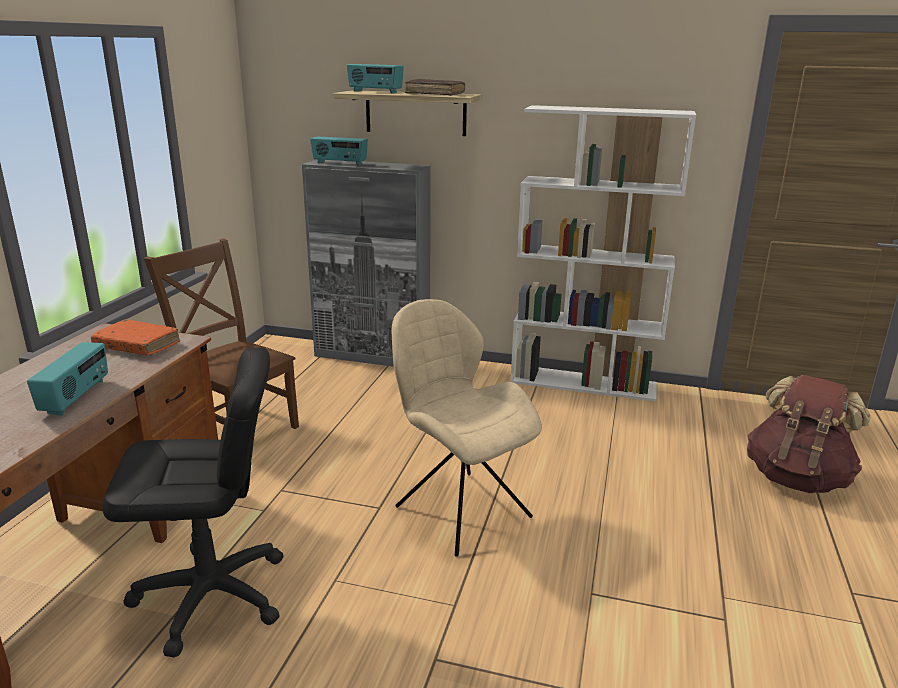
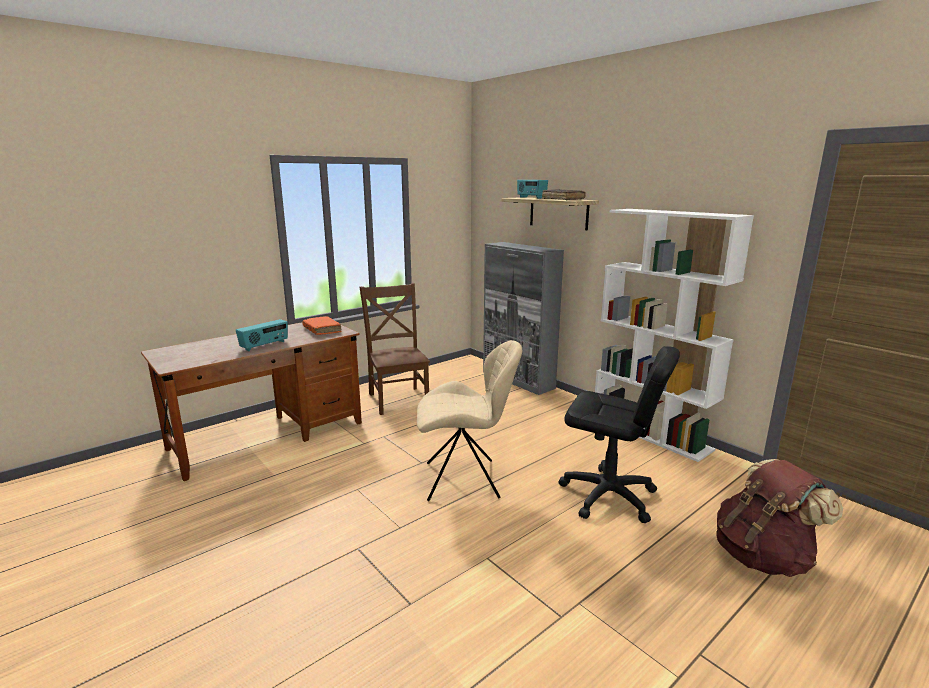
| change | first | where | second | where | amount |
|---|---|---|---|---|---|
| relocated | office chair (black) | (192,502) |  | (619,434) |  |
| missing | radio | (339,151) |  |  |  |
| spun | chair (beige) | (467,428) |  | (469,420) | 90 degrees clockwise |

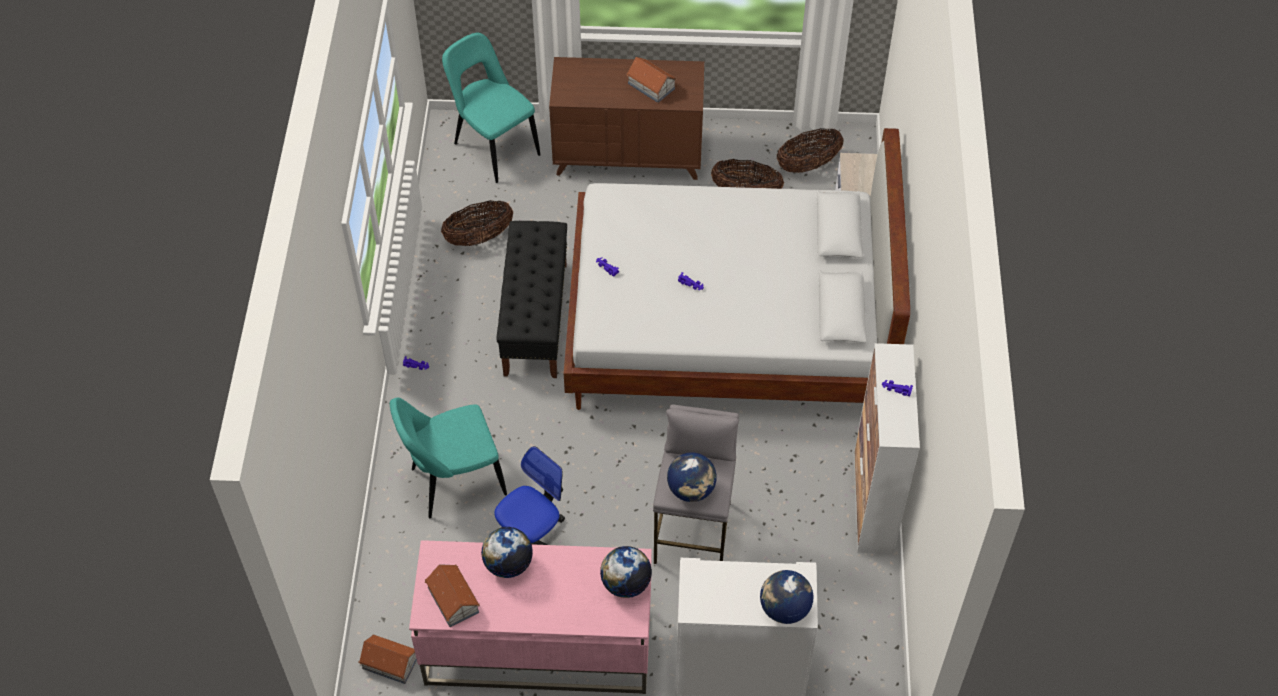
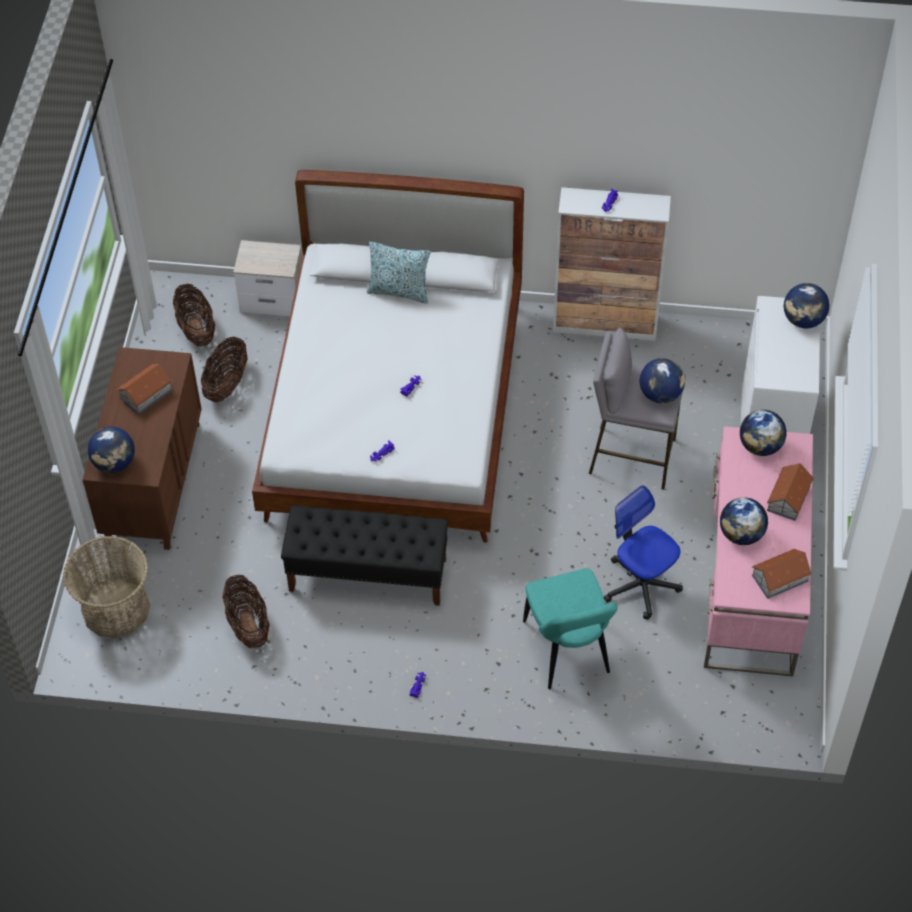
| change | first | where | second | where | amount |
|---|---|---|---|---|---|
| relocated | toy house | (387,659) |  | (790,492) |  |
| exchanged | chair (turquoise) | (491,108) | basket | (106,587) |  |
| appeared |  |  | globe | (111,450) |  |
| appeared |  |  | pillow | (399,273) |  |

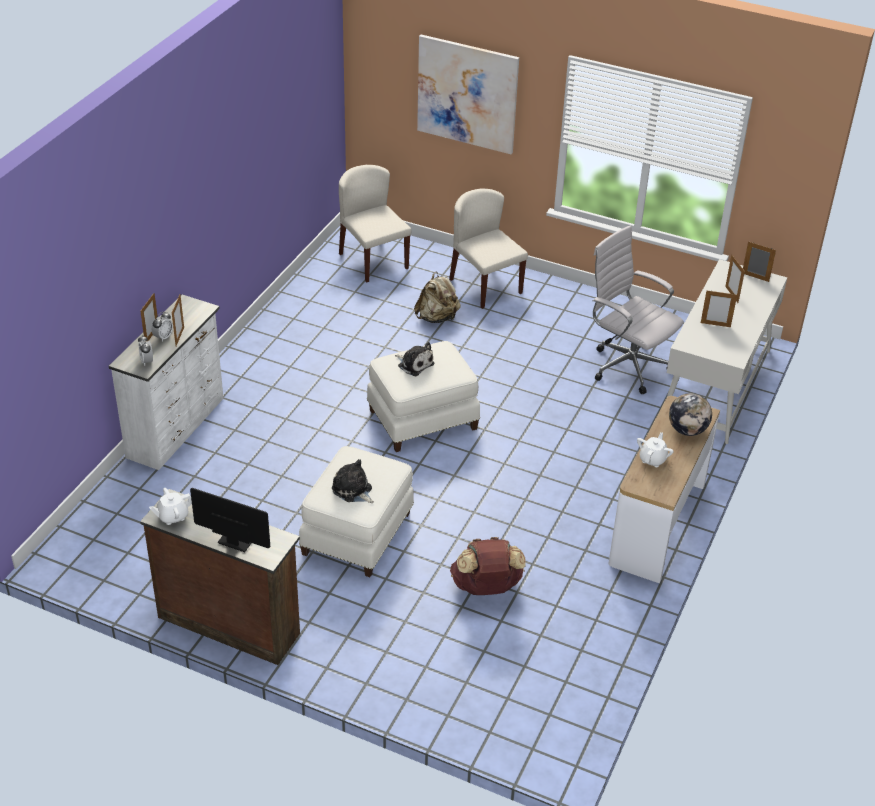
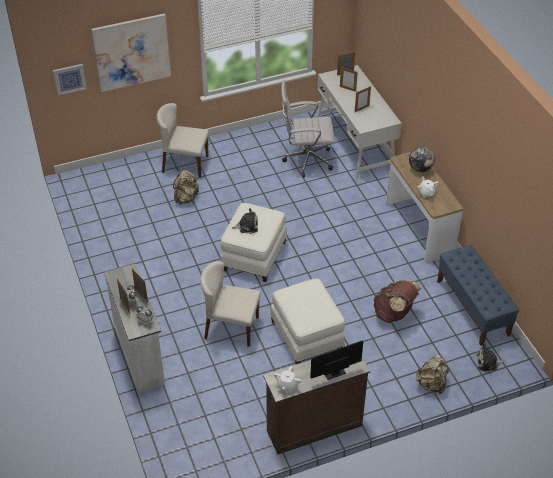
| change | first | where | second | where | amount |
|---|---|---|---|---|---|
| relocated | plush toy | (353,481) |  | (490,358) |  |
| relocated | chair (beige) | (375,223) |  | (230,304) |  |
| appeared |  |  | picture | (70,80) |  |
| appeared |  |  | backpack (beige) | (432,374) |  |
| appeared |  |  | bench (blue) | (478,295) |  |

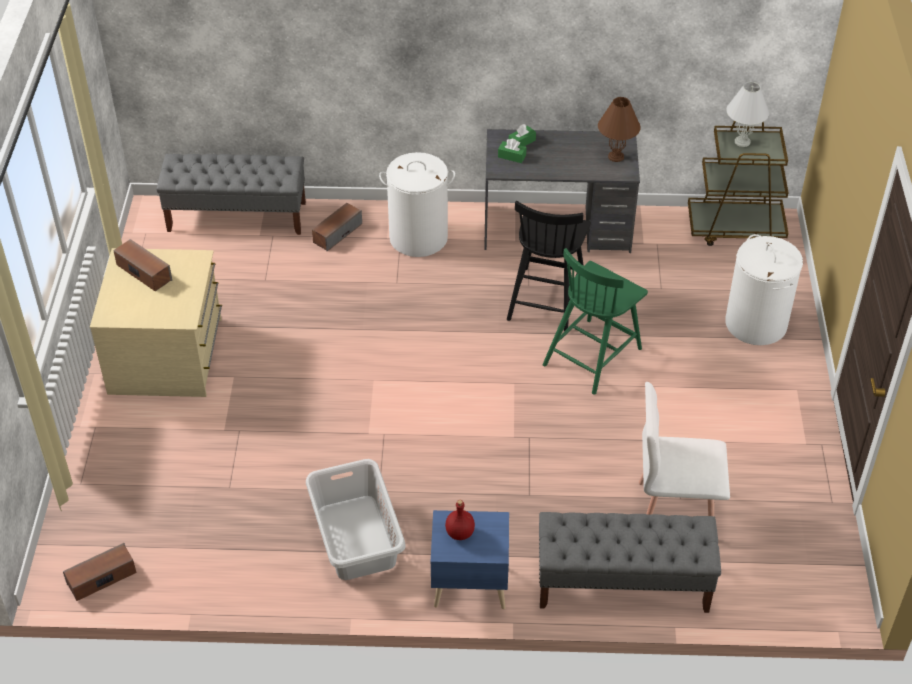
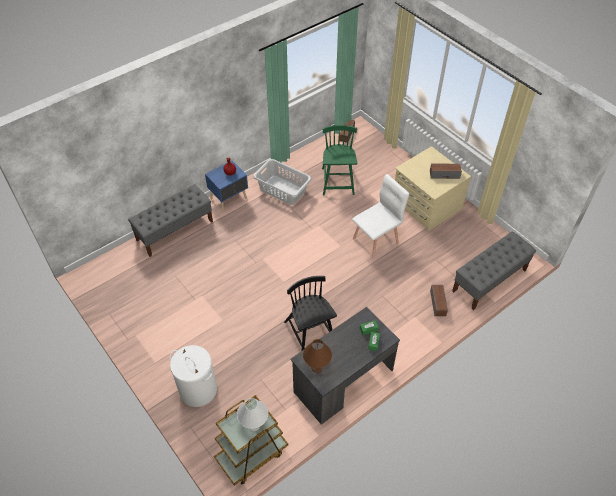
| change | first | where | second | where | amount |
|---|---|---|---|---|---|
| missing | laundry basket (white) | (417,204) |  |  |  |
| relocated | chair (green) | (595,321) |  | (339,160) |  |
| relocated | chair (white) | (684,449) |  | (380,216) |  |

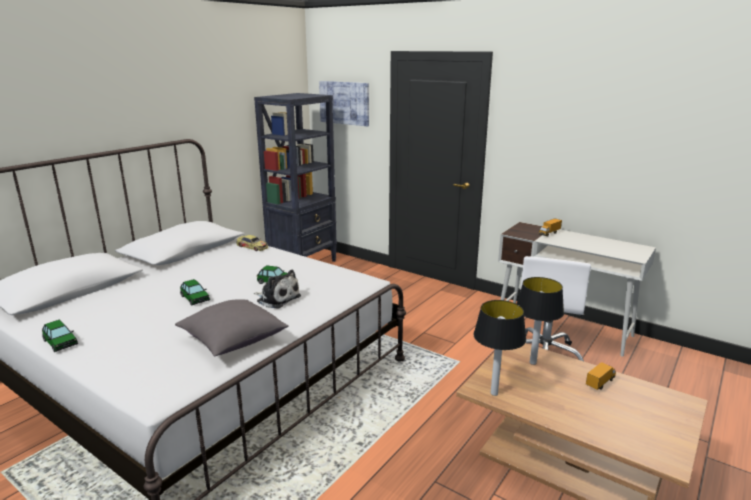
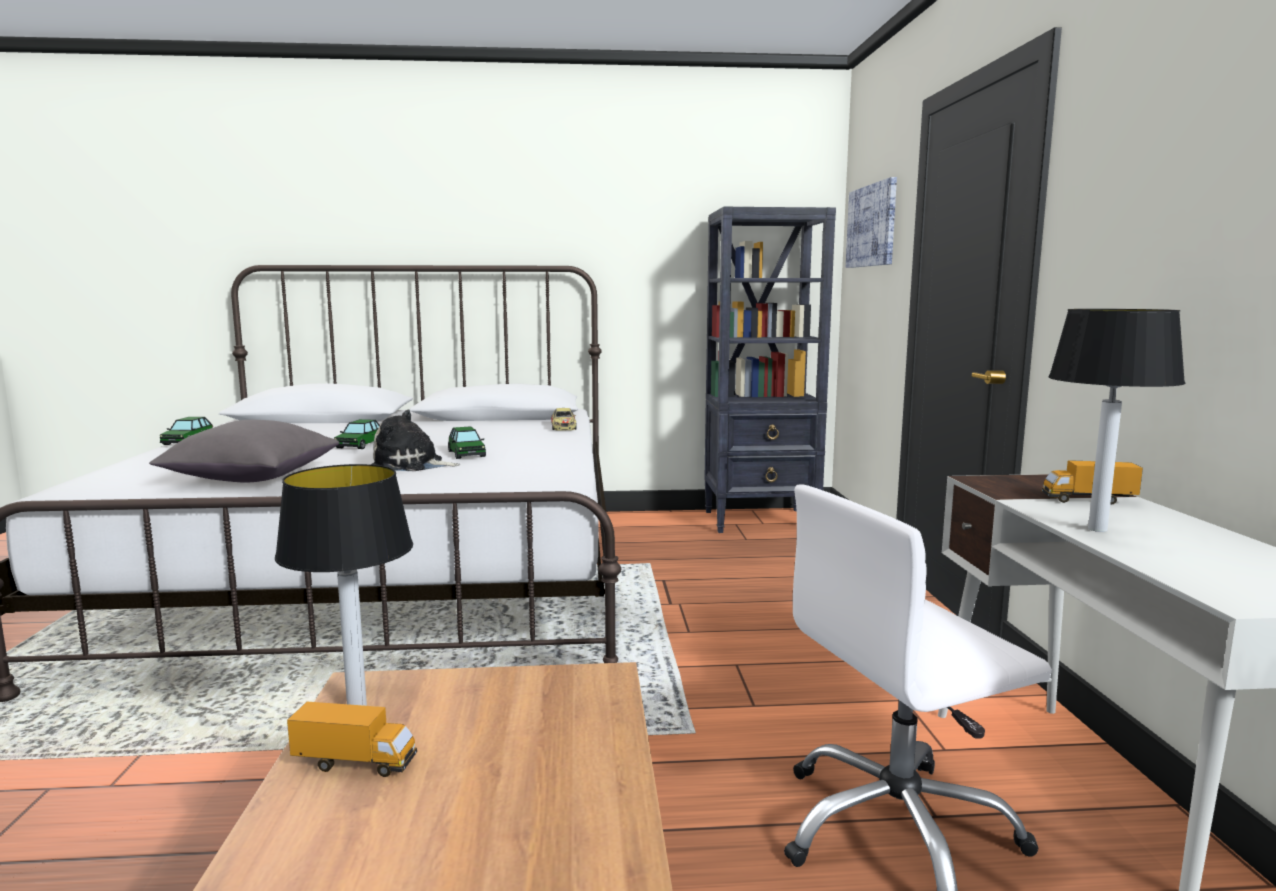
| change | first | where | second | where | amount |
|---|---|---|---|---|---|
| spun | plush toy | (277,289) |  | (415,440) | 105 degrees clockwise |
| relocated | table lamp | (540,321) |  | (1117,420) |  |
| relocated | toy truck | (601,376) |  | (352,739) |  |

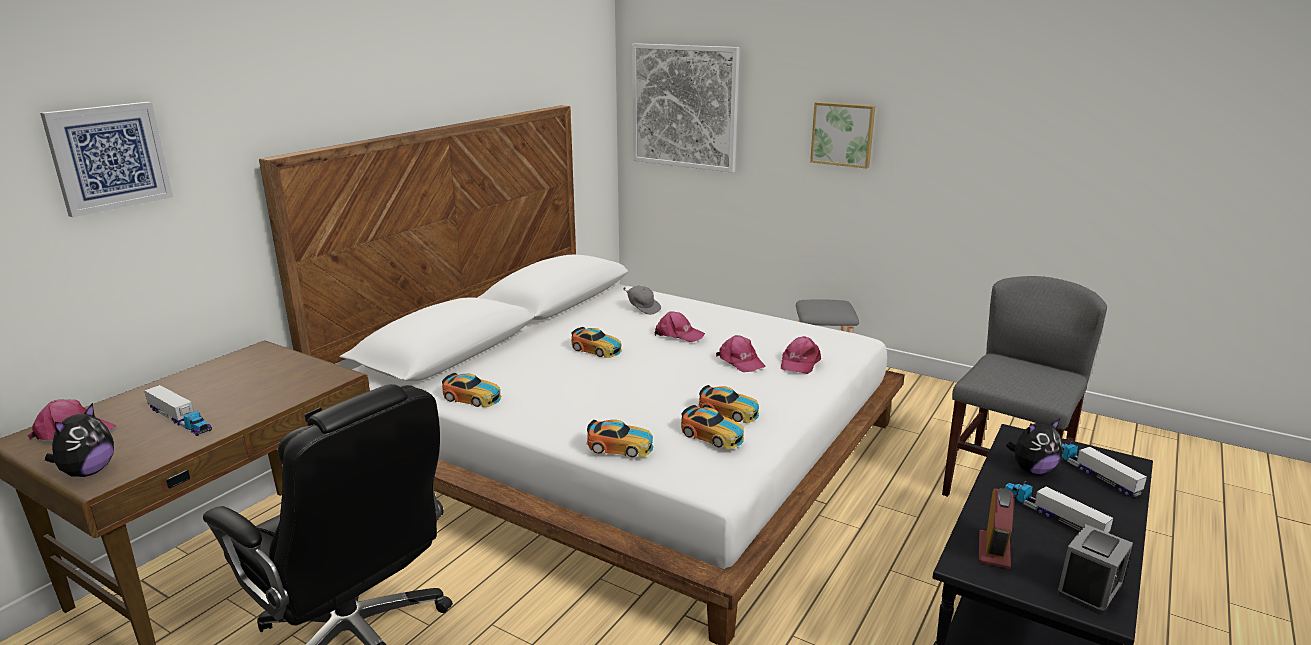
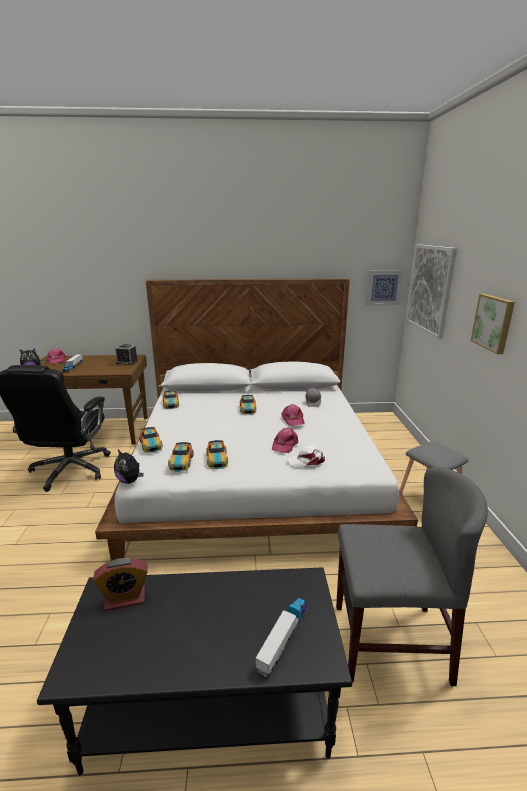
| change | first | where | second | where | amount |
|---|---|---|---|---|---|
| relocated | picture | (106,159) |  | (385,287) |  |
| colour | cap (pink) | (801,355) | cap (white) | (306,456) |  |
| missing | toy truck | (1059,507) |  |  |  |
| relocated | plush toy | (1034,446) |  | (129,467) |  |
| relocated | alarm clock | (1095,569) |  | (126,354) |  |

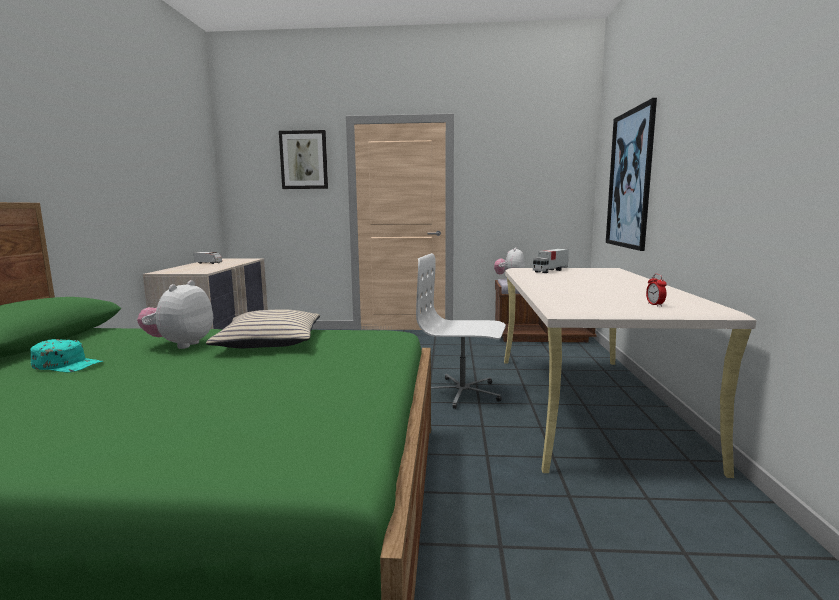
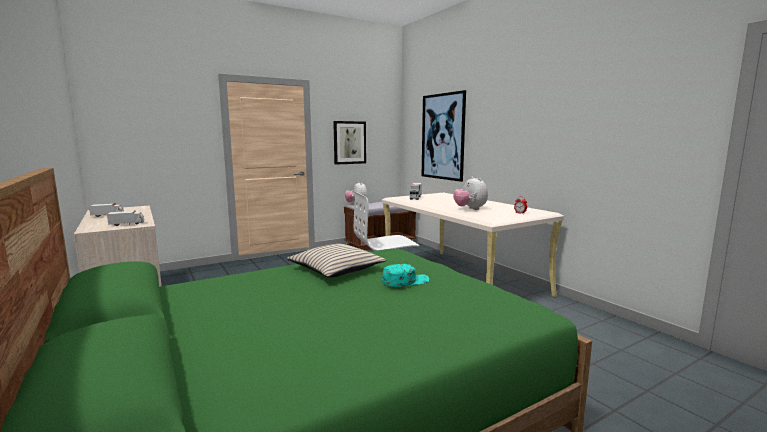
| change | first | where | second | where | amount |
|---|---|---|---|---|---|
| relocated | cap (turquoise) | (66,355) |  | (405,275) |  |
| relocated | plush toy | (175,314) |  | (470,193) |  |
| relocated | picture | (303,159) |  | (349,143) |  |
| appeared |  |  | toy truck | (125,218) |  |

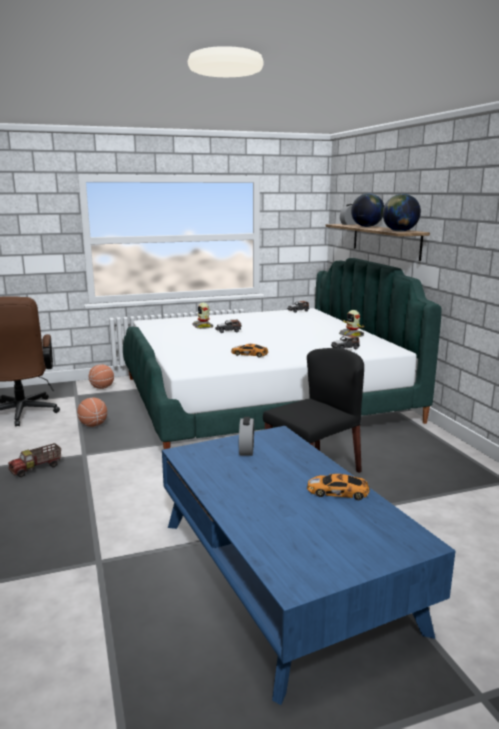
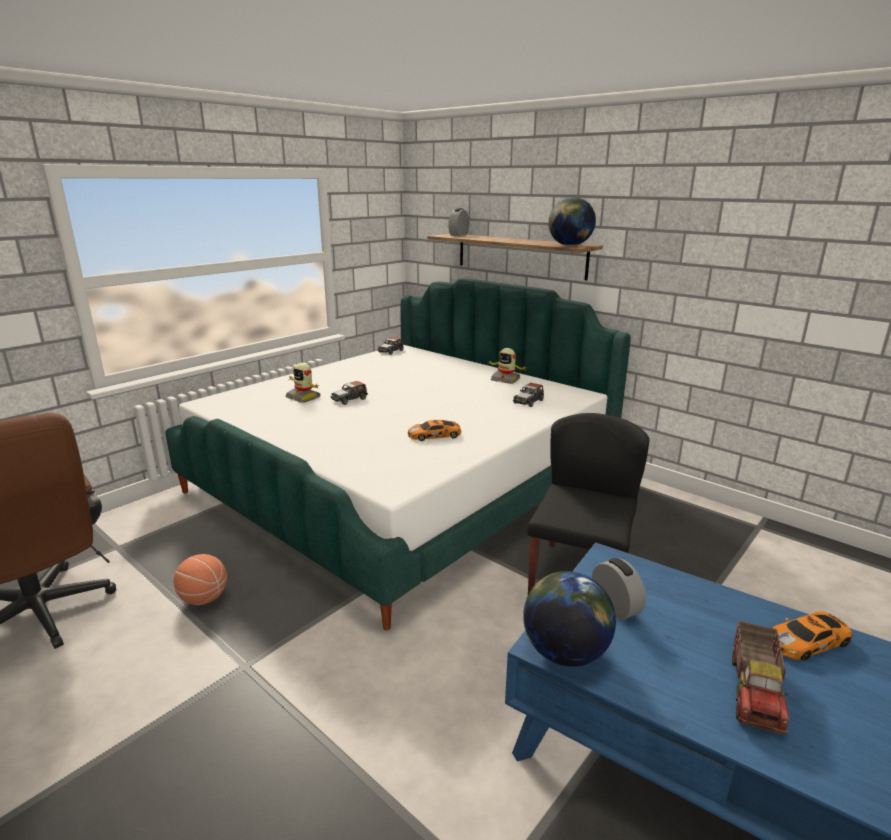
| change | first | where | second | where | amount |
|---|---|---|---|---|---|
| relocated | toy truck | (34,460) |  | (760,678) |  |
| missing | basketball | (101,377) |  |  |  |
| relocated | globe | (367,210) |  | (569,619) |  |

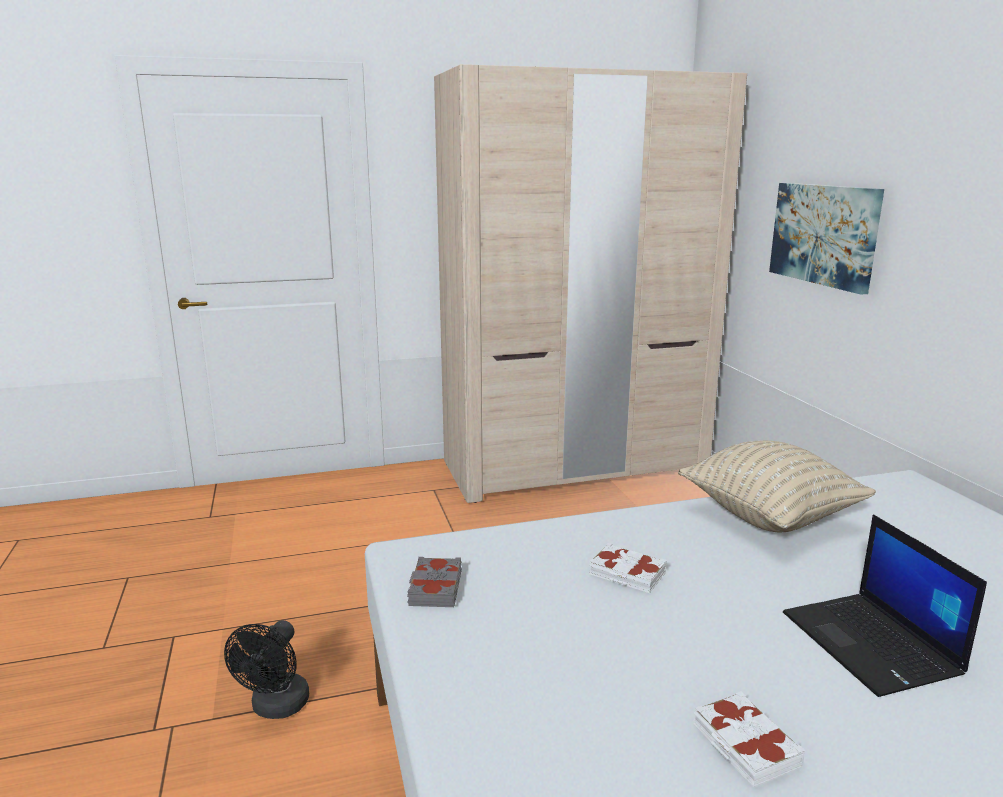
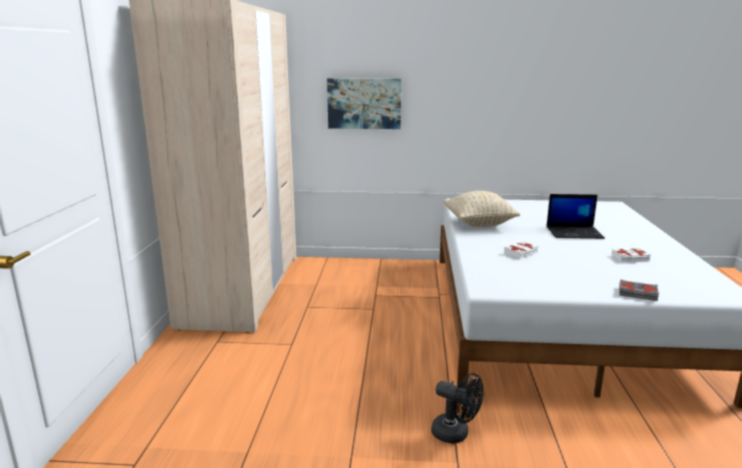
| change | first | where | second | where | amount |
|---|---|---|---|---|---|
| relocated | book (grey) | (434,582) |  | (639,290) |  |

